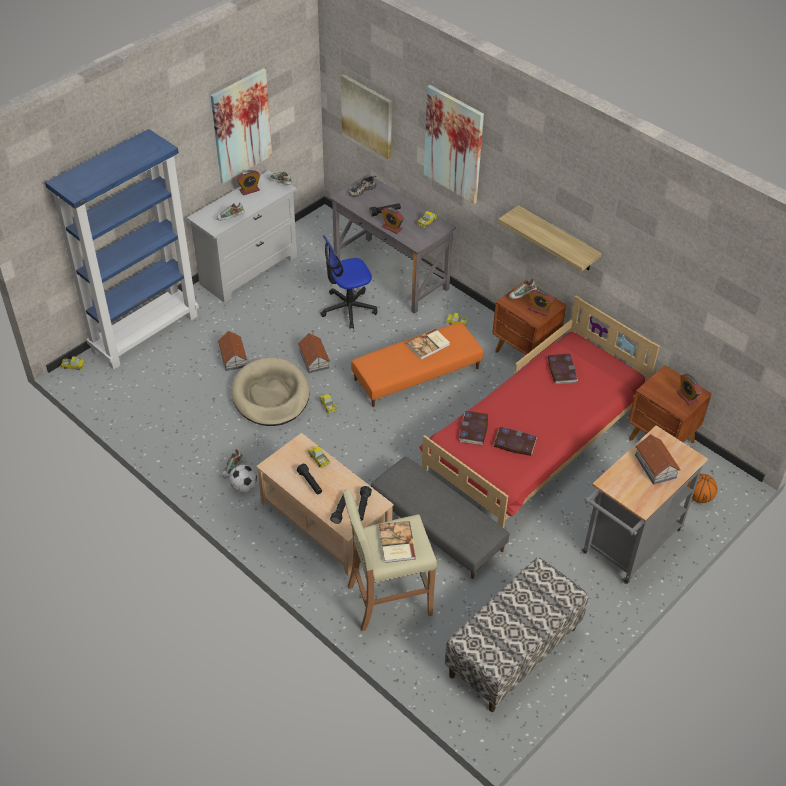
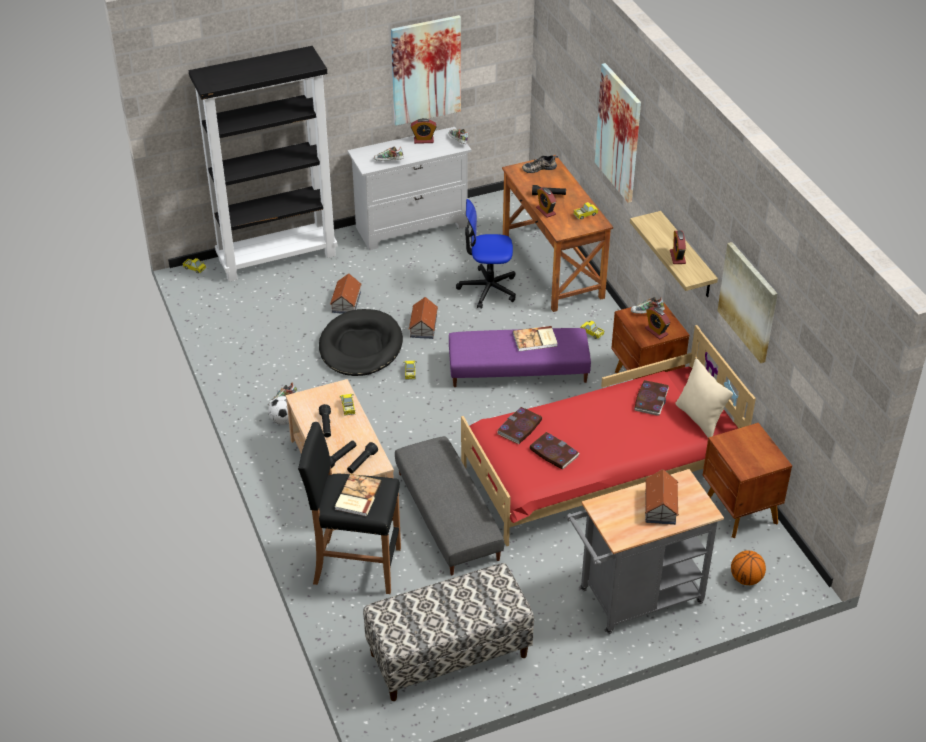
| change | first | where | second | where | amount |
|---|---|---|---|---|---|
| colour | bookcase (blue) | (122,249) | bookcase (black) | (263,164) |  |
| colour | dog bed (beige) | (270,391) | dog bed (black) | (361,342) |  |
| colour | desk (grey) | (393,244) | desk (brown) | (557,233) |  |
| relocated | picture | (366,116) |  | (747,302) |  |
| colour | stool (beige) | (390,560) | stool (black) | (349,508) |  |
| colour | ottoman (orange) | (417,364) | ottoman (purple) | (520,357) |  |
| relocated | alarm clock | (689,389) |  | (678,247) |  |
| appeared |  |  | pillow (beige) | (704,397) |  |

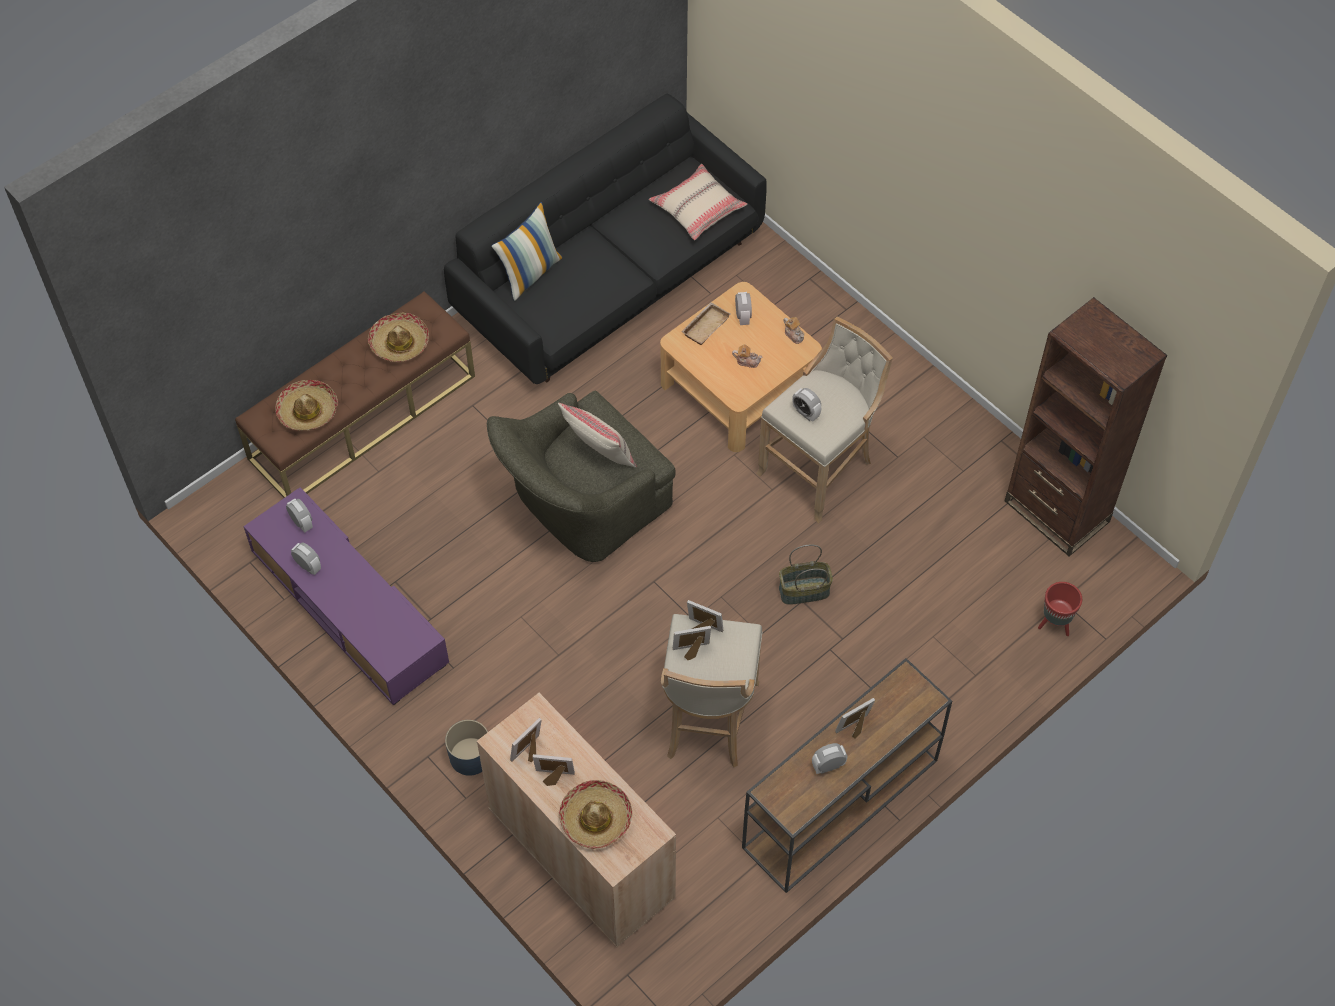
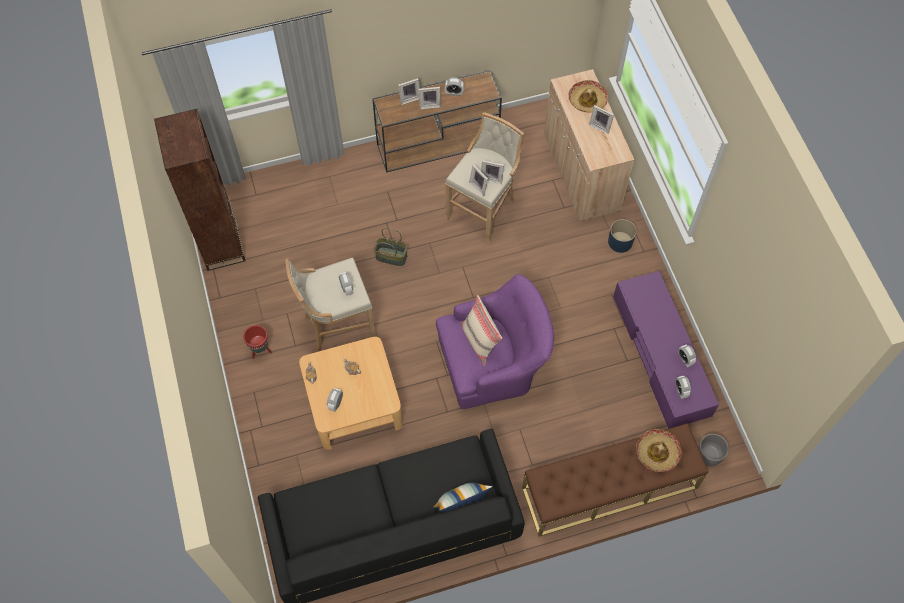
| change | first | where | second | where | amount |
|---|---|---|---|---|---|
| missing | hat | (398,337) |  |  |  |
| colour | armchair (green) | (581,476) | armchair (purple) | (495,341) |  |
| relocated | picture frame | (526,740) |  | (409,91) |  |
| missing | pillow (beige) | (698,202) |  |  |  |
| missing | tray (beige) | (706,323) |  |  |  |
| relocated | planter (red) | (1060,609) |  | (257,342) |  |
| appeared |  |  | planter (grey) | (713,450) |  |

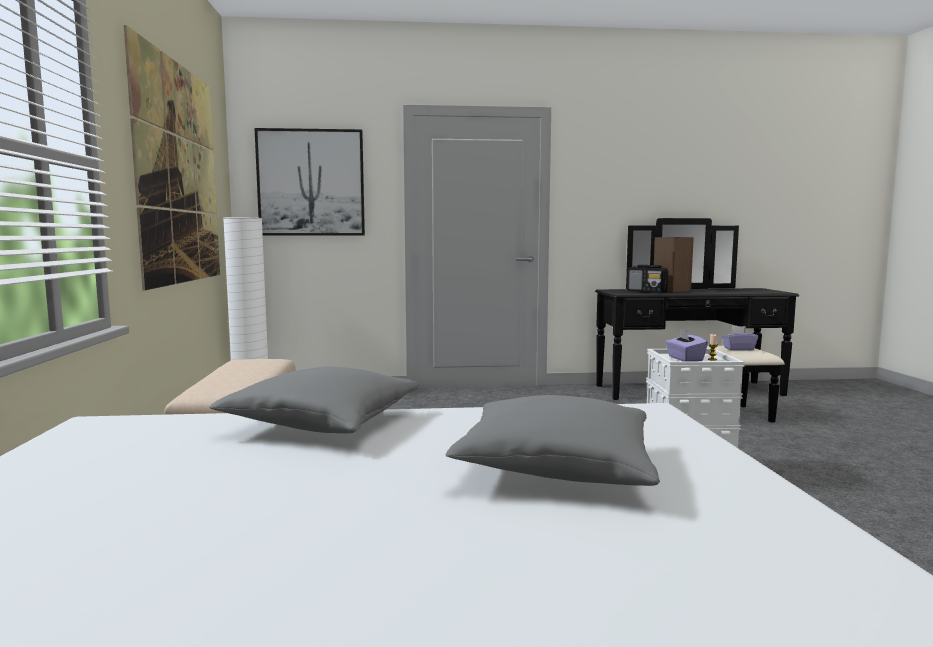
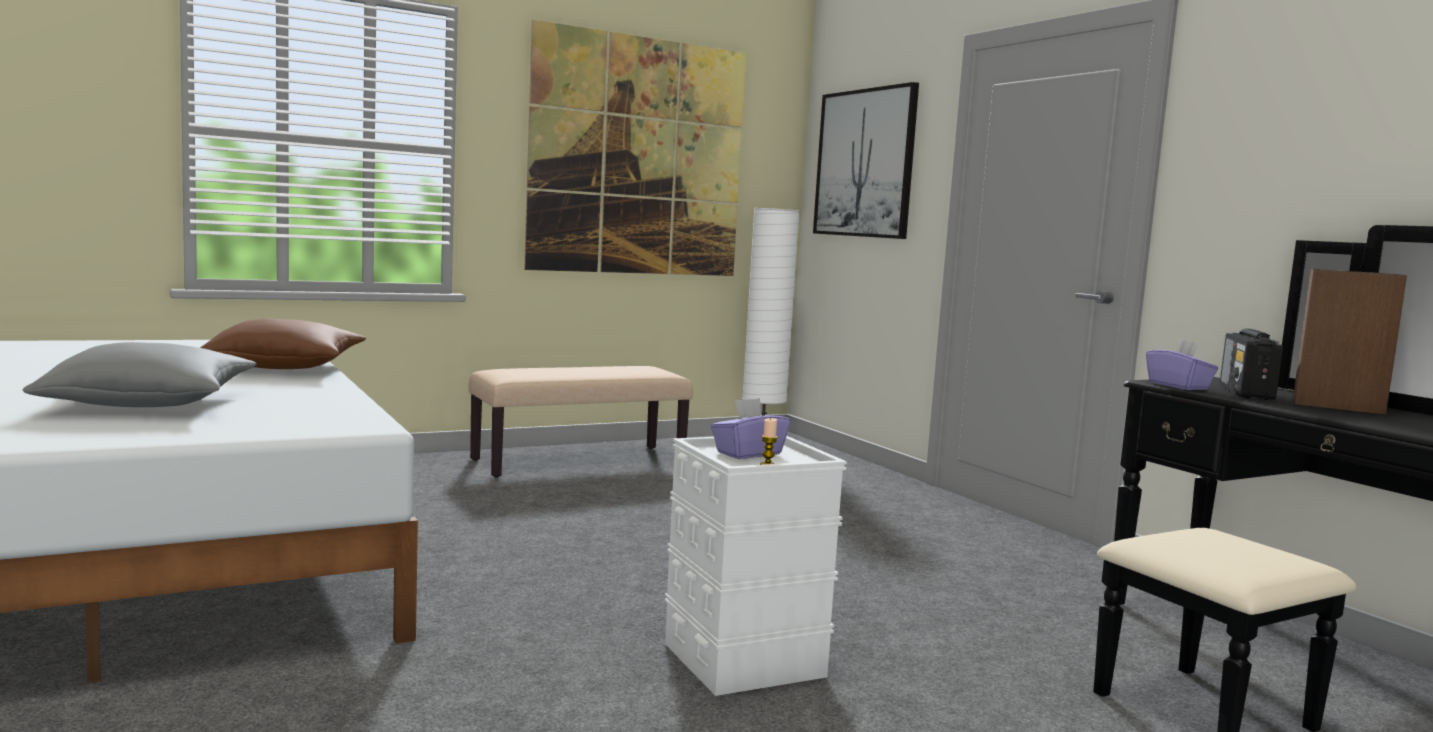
| change | first | where | second | where | amount |
|---|---|---|---|---|---|
| colour | pillow (grey) | (314,399) | pillow (brown) | (283,344) |  |
| relocated | tissue box (purple) | (740,338) |  | (1182,364) |  |

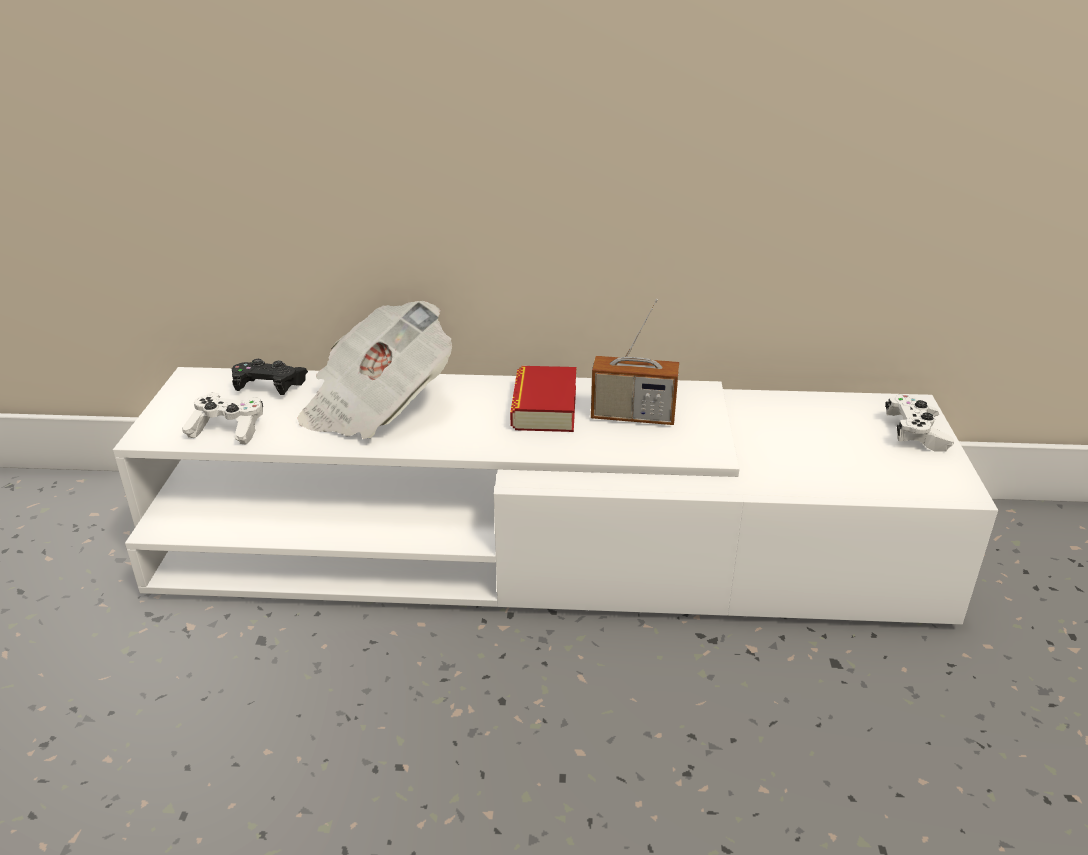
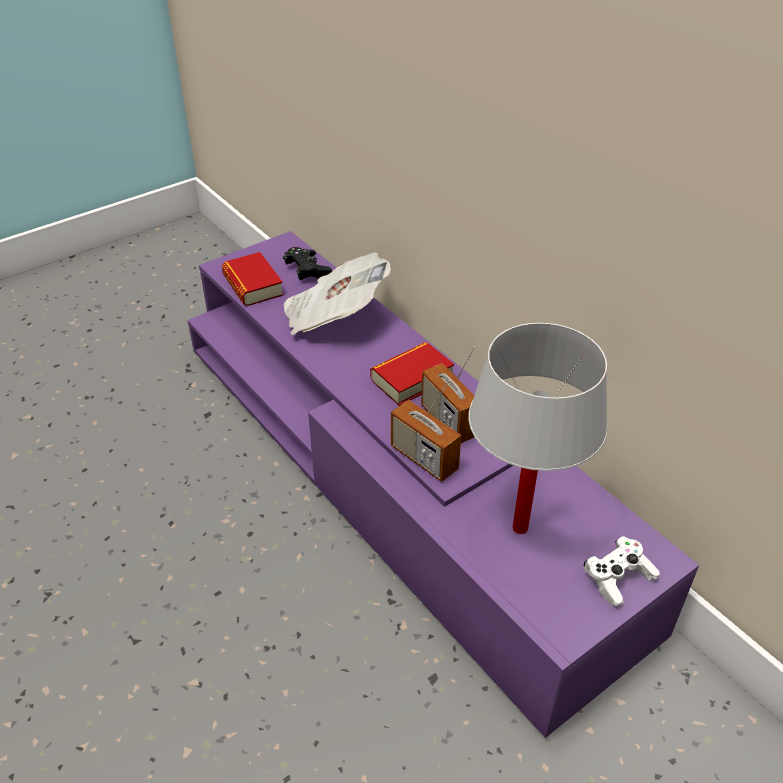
| change | first | where | second | where | amount |
|---|---|---|---|---|---|
| colour | tv stand (white) | (555,495) | tv stand (purple) | (443,484) |  |
| exchanged | game controller (white) | (222,419) | book | (253,279) |  |
| appeared |  |  | radio | (426,431) |  |
| appeared |  |  | table lamp (white) | (538,428) |  |

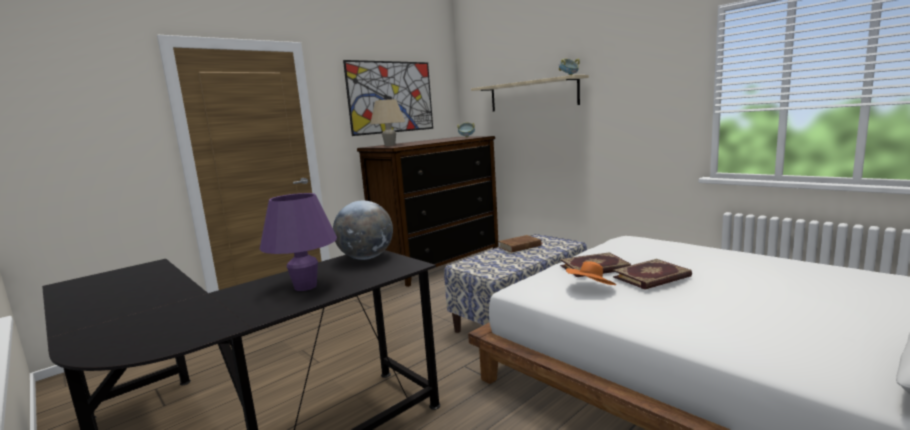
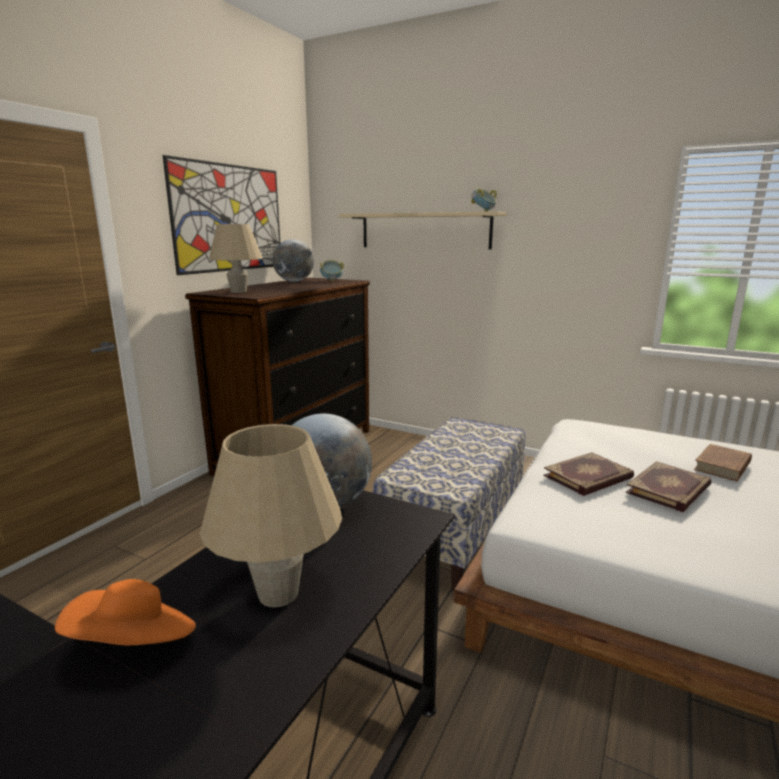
| change | first | where | second | where | amount |
|---|---|---|---|---|---|
| colour | table lamp (purple) | (298,242) | table lamp (beige) | (271,516) |  |
| relocated | book (brown) | (520,244) |  | (723,462) |  |
| relocated | hat (orange) | (591,273) |  | (125,612) |  |
| appeared |  |  | globe | (293,261) |  |

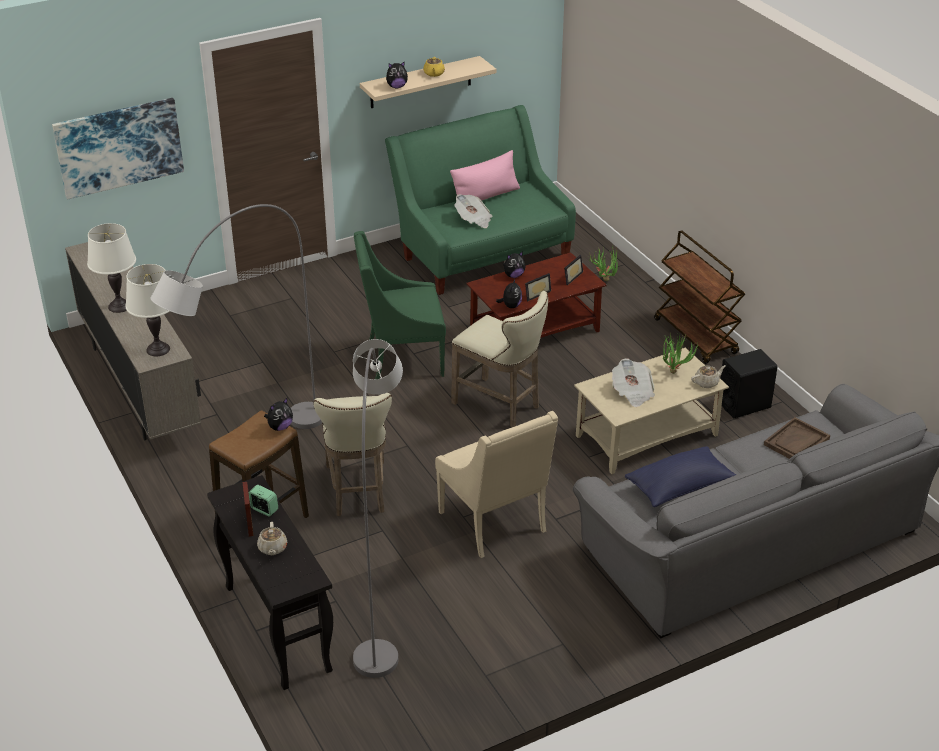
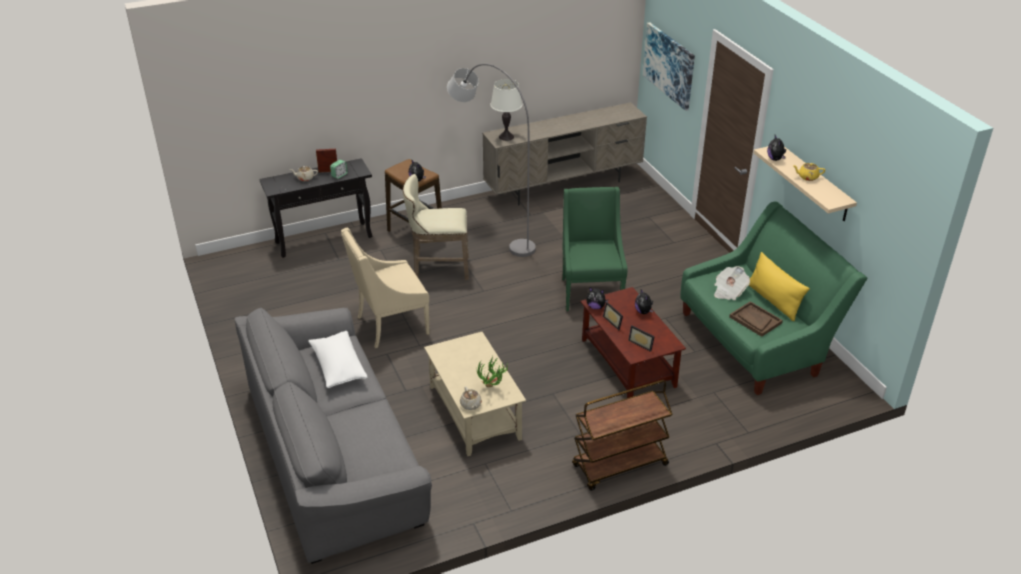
| change | first | where | second | where | amount |
|---|---|---|---|---|---|
| missing | table lamp (white) | (111,268) |  |  |  |
| missing | floor lamp (grey) | (378,508) |  |  |  |
| colour | pillow (pink) | (485,175) | pillow (yellow) | (779,286) |  |
| missing | stool (beige) | (499,359) |  |  |  |
| missing | potted plant | (603,264) |  |  |  |
| missing | newspaper | (633,382) |  |  |  |
| colour | pillow (blue) | (680,476) | pillow (white) | (338,359) |  |
| missing | speaker (black) | (748,383) |  |  |  |
| relocated | tray (brown) | (797,438) |  | (756,319) |  |

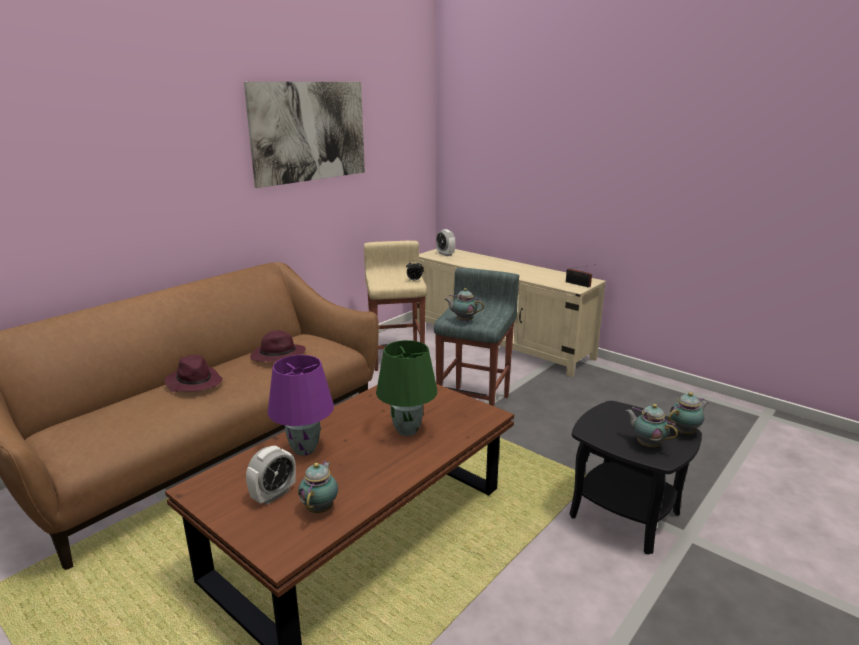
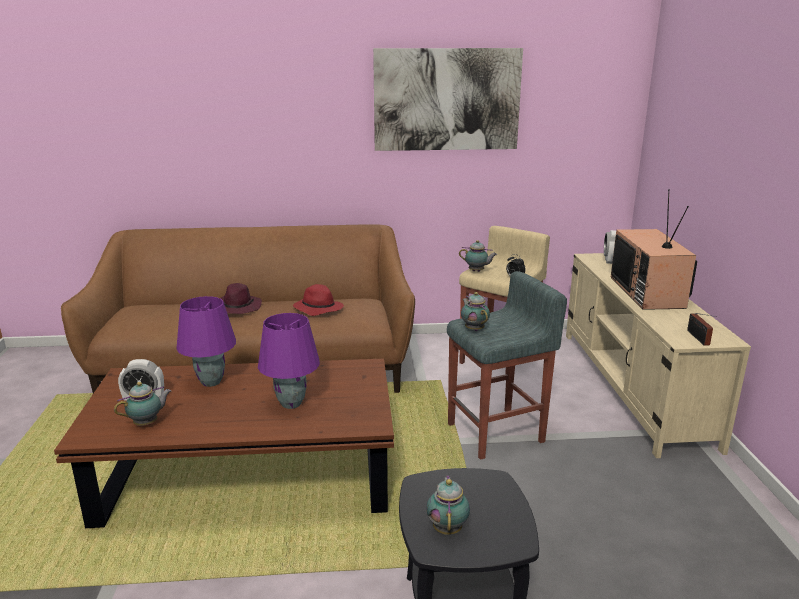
| change | first | where | second | where | amount |
|---|---|---|---|---|---|
| colour | hat (purple) | (278,346) | hat (red) | (318,300) |  |
| colour | table lamp (green) | (406,388) | table lamp (purple) | (289,361) |  |
| relocated | teapot | (688,413) |  | (478,256) |  |
| appeared |  |  | television | (654,249) |  |

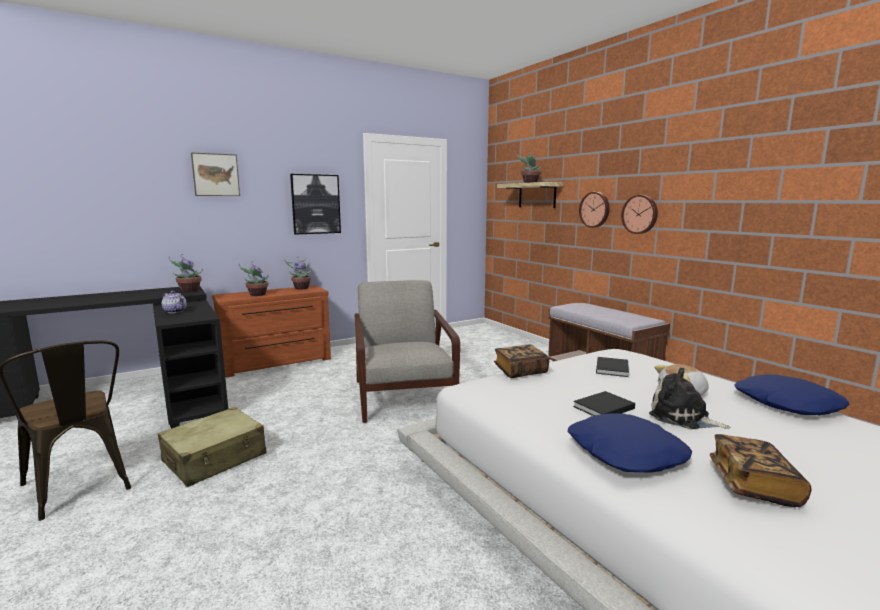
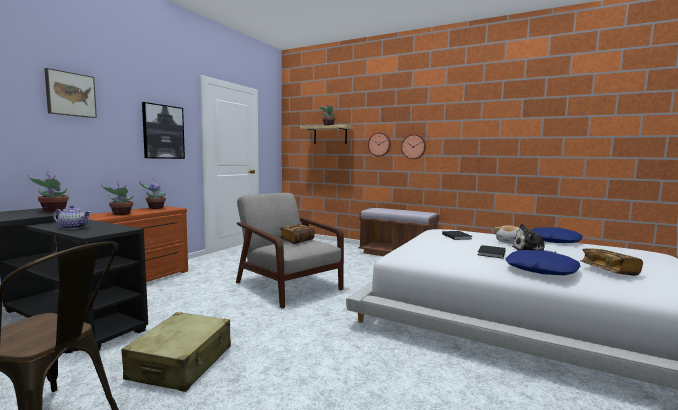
| change | first | where | second | where | amount |
|---|---|---|---|---|---|
| relocated | book | (521,361) |  | (297,234) |  |

